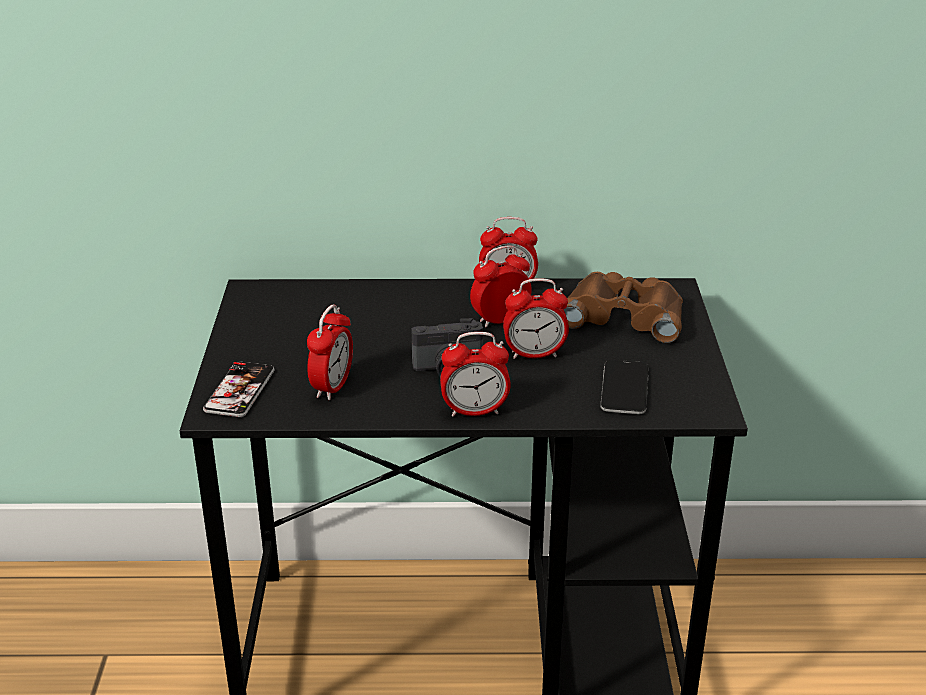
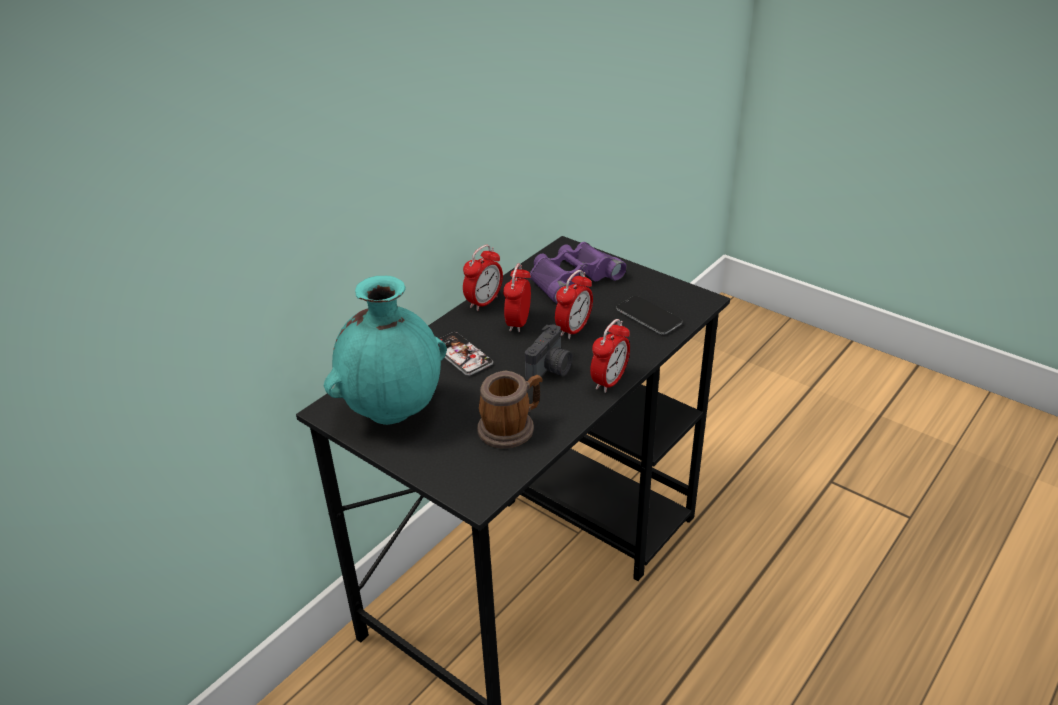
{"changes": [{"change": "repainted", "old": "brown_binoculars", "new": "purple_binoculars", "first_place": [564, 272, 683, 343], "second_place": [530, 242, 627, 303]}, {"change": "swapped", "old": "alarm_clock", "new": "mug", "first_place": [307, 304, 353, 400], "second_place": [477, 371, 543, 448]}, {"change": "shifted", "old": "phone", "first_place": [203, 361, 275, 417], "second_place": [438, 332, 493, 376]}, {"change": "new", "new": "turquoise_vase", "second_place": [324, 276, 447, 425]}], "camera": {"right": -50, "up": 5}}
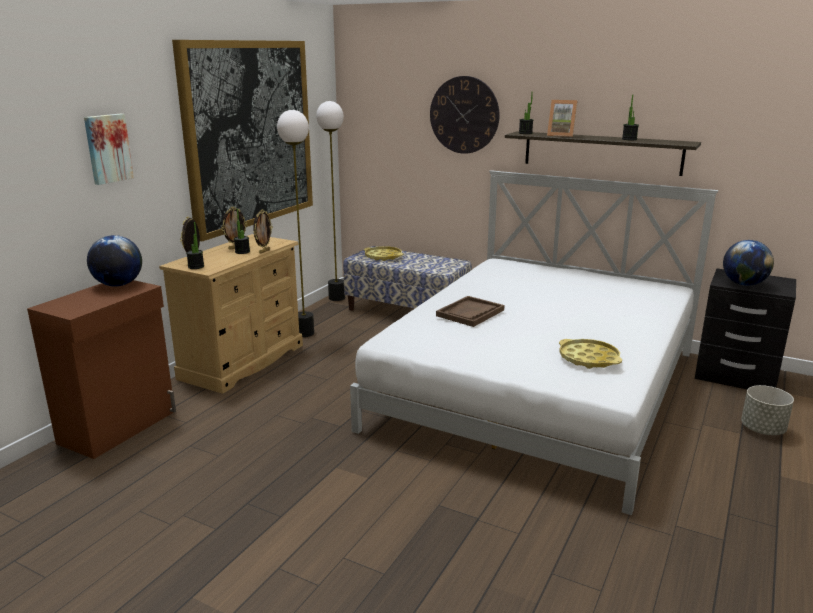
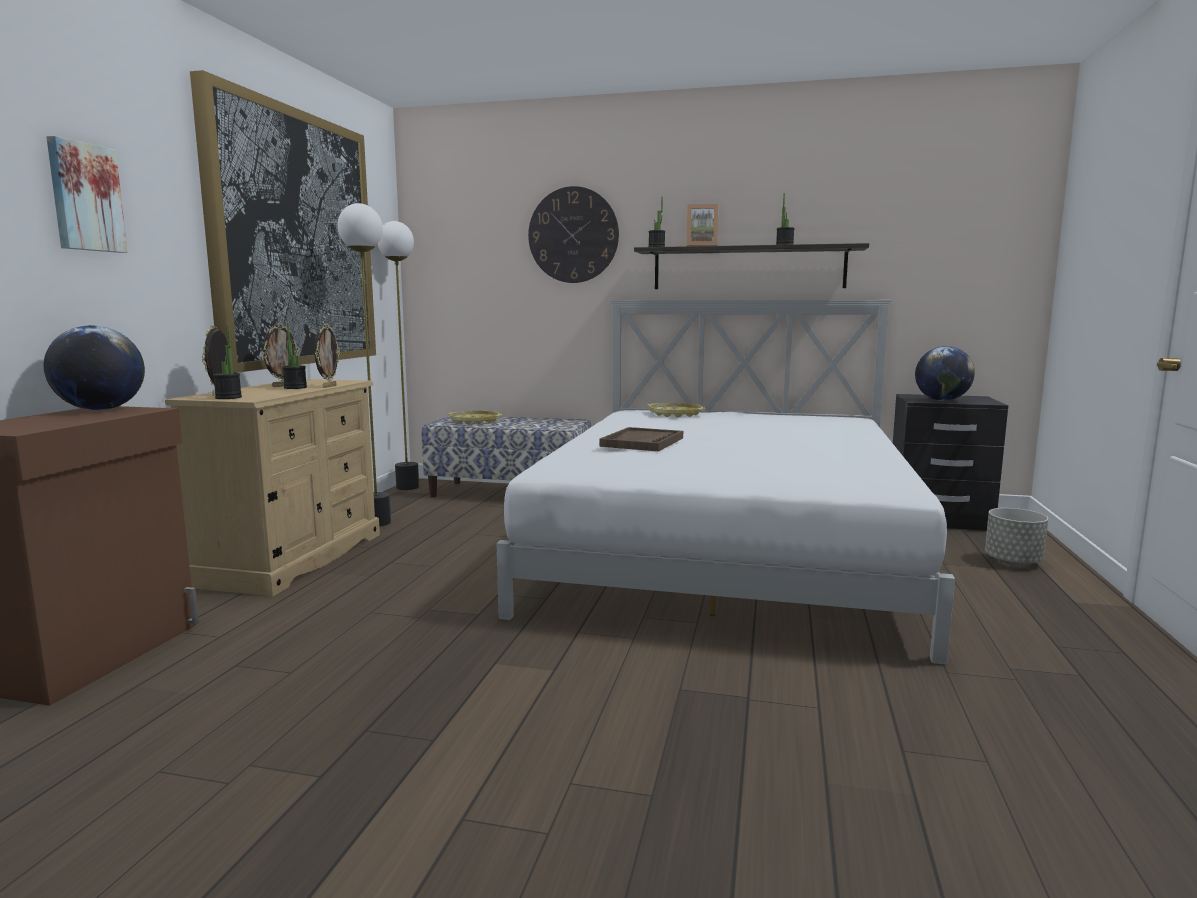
{"changes": [{"change": "shifted", "old": "yellow_tray", "first_place": [559, 339, 622, 369], "second_place": [647, 403, 706, 418]}], "camera": {"right": -15, "up": -10}}
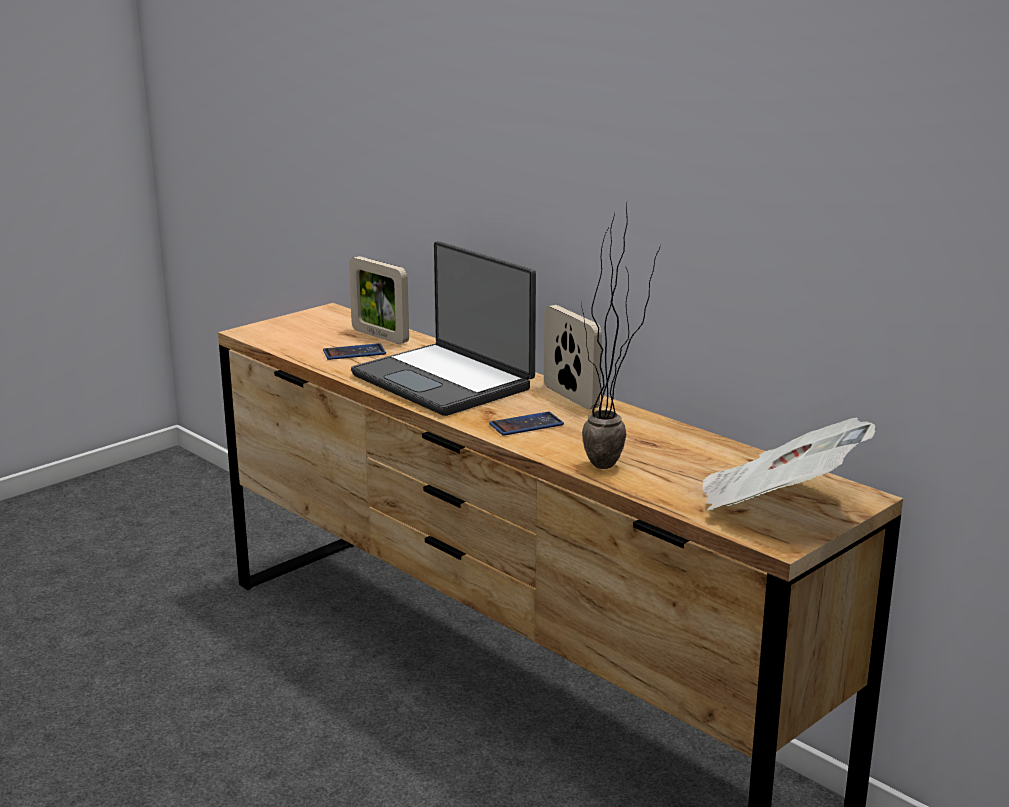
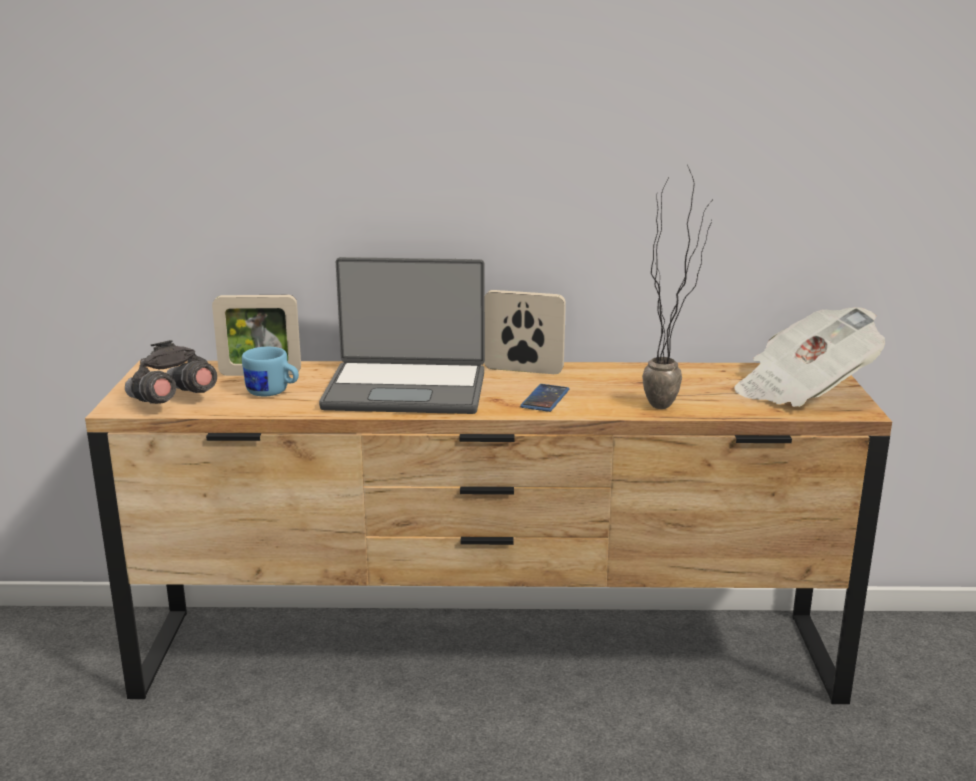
{"changes": [{"change": "swapped", "old": "phone", "new": "blue_mug", "first_place": [323, 343, 386, 360], "second_place": [242, 347, 299, 396]}, {"change": "new", "new": "grey_binoculars", "second_place": [125, 340, 217, 404]}], "camera": {"right": -45, "up": 0}}
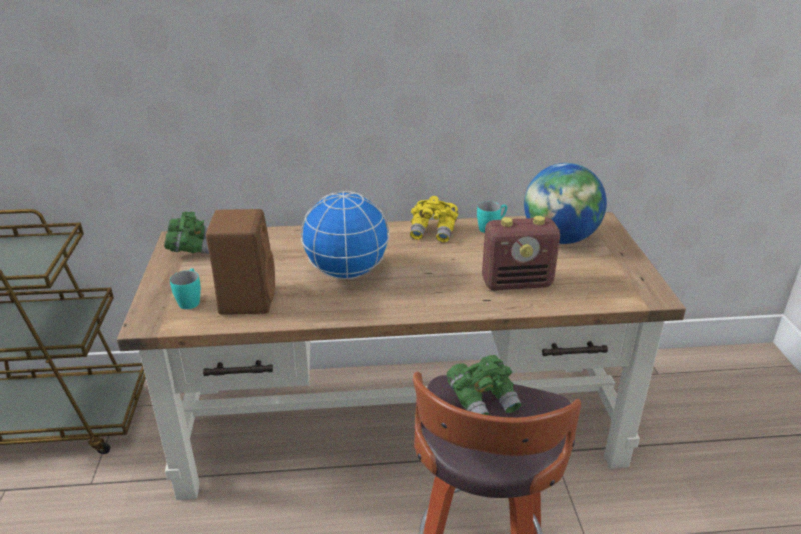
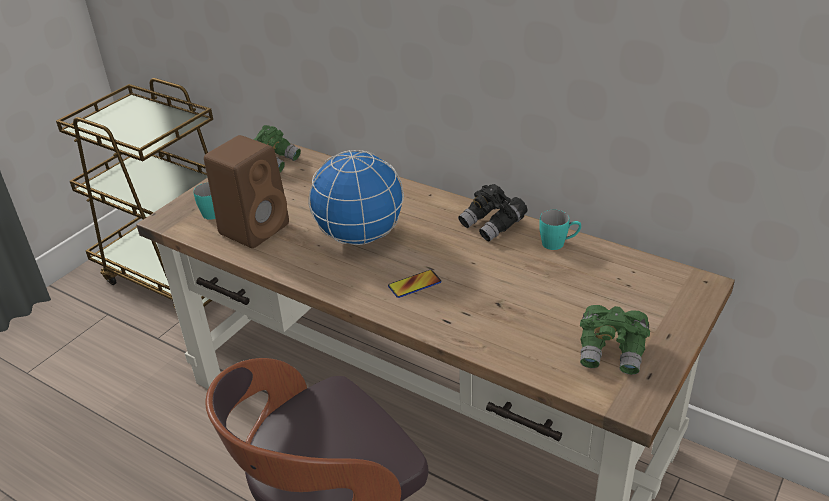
{"changes": [{"change": "gone", "old": "globe", "first_place": [524, 163, 607, 244]}, {"change": "repainted", "old": "yellow_binoculars", "new": "black_binoculars", "first_place": [410, 196, 458, 243], "second_place": [458, 184, 527, 241]}, {"change": "gone", "old": "radio", "first_place": [482, 216, 560, 290]}, {"change": "shifted", "old": "green_binoculars", "first_place": [447, 355, 522, 415], "second_place": [580, 305, 650, 375]}, {"change": "new", "new": "phone", "second_place": [388, 270, 442, 298]}], "camera": {"right": 40, "up": 5}}
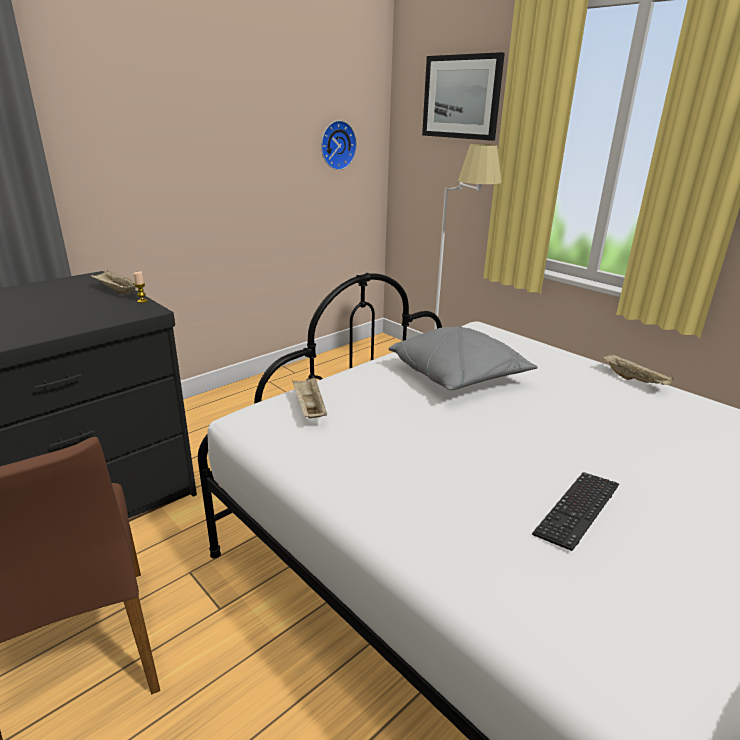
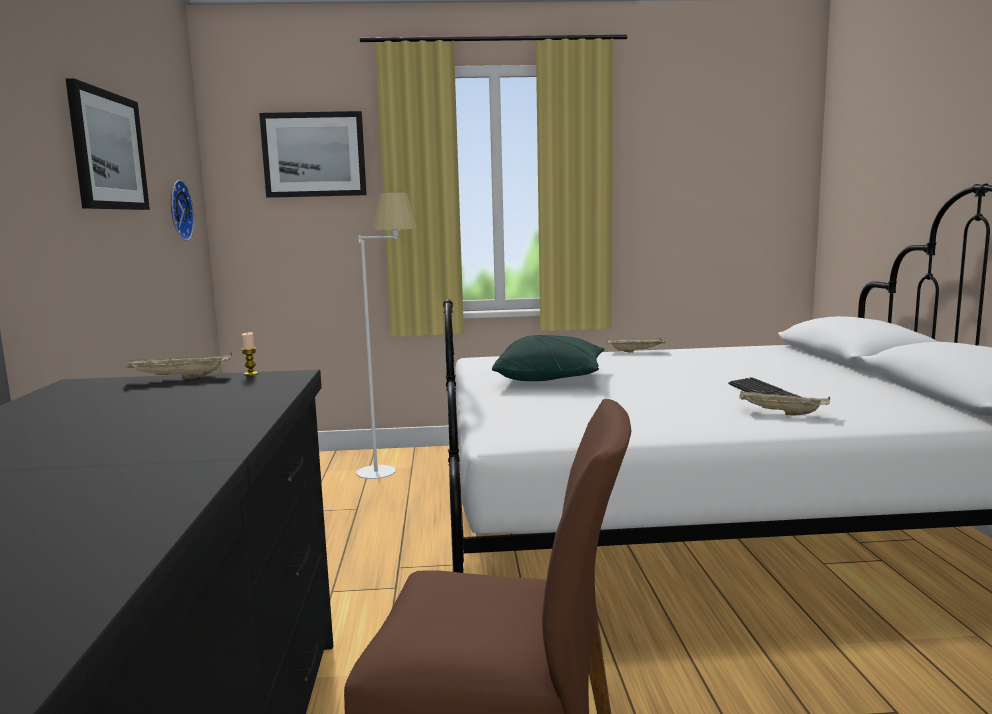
{"changes": [{"change": "repainted", "old": "grey_pillow", "new": "green_pillow", "first_place": [389, 327, 538, 390], "second_place": [492, 335, 605, 381]}, {"change": "shifted", "old": "beige_tray", "first_place": [292, 377, 327, 418], "second_place": [739, 391, 830, 416]}, {"change": "new", "new": "picture", "second_place": [66, 78, 150, 210]}], "camera": {"right": -50, "up": -15}}
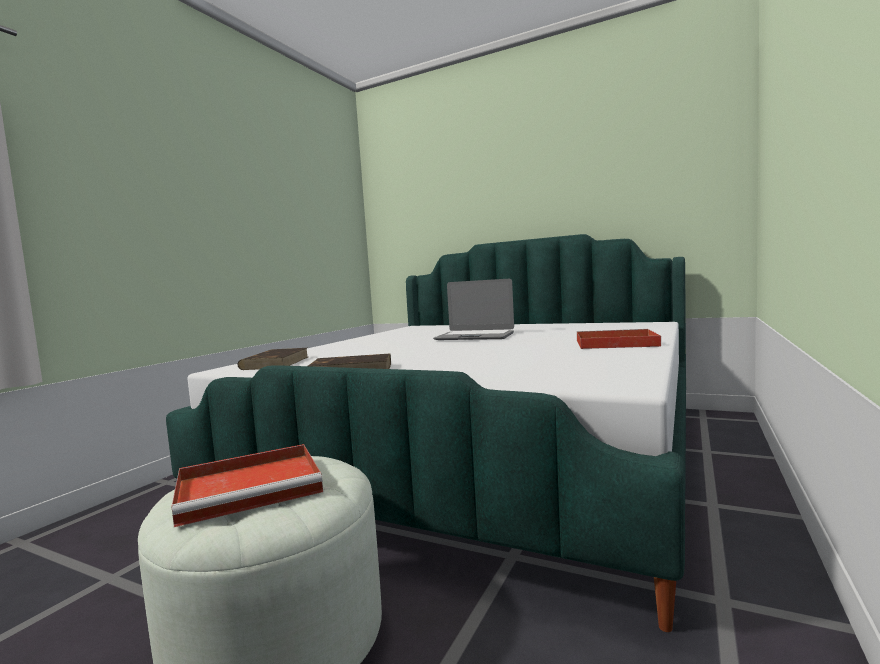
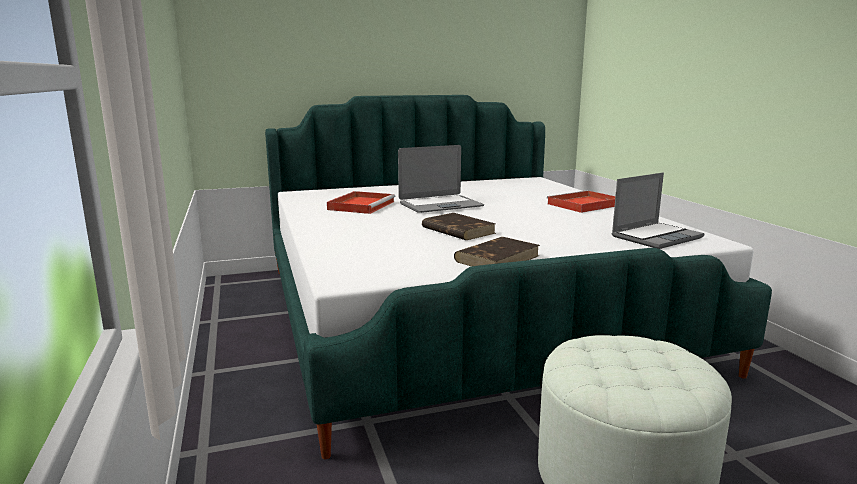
{"changes": [{"change": "shifted", "old": "brown_book", "first_place": [237, 348, 308, 370], "second_place": [422, 213, 496, 240]}, {"change": "shifted", "old": "red_tray", "first_place": [171, 444, 323, 527], "second_place": [327, 191, 396, 214]}, {"change": "new", "new": "laptop", "second_place": [612, 172, 704, 249]}], "camera": {"right": -45, "up": 10}}
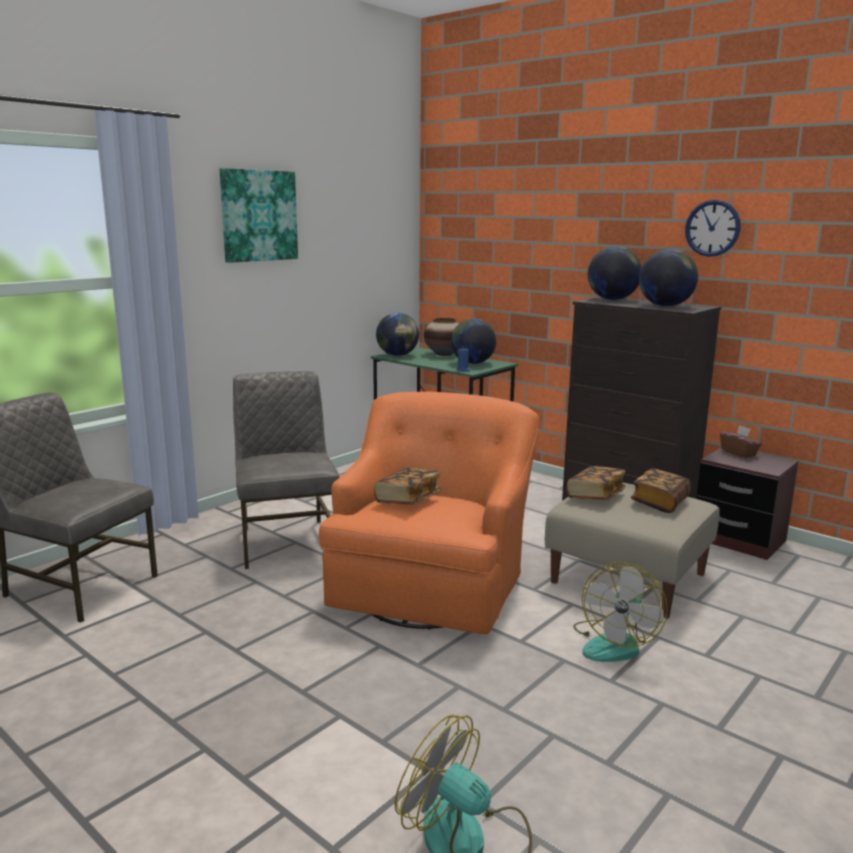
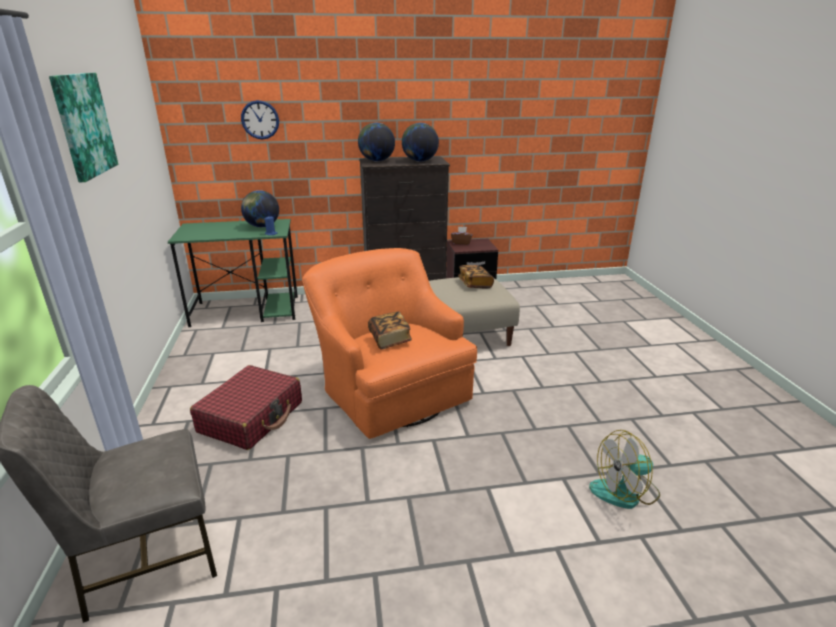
{"changes": [{"change": "shifted", "old": "wall_clock", "first_place": [685, 200, 740, 257], "second_place": [241, 100, 279, 139]}, {"change": "gone", "old": "globe", "first_place": [376, 313, 419, 356]}, {"change": "gone", "old": "vase", "first_place": [424, 318, 459, 356]}, {"change": "swapped", "old": "grey_chair", "new": "red_suitcase", "first_place": [233, 371, 339, 569], "second_place": [190, 365, 302, 450]}, {"change": "gone", "old": "book", "first_place": [566, 466, 626, 500]}, {"change": "gone", "old": "fan", "first_place": [573, 563, 668, 662]}], "camera": {"right": -50, "up": 10}}
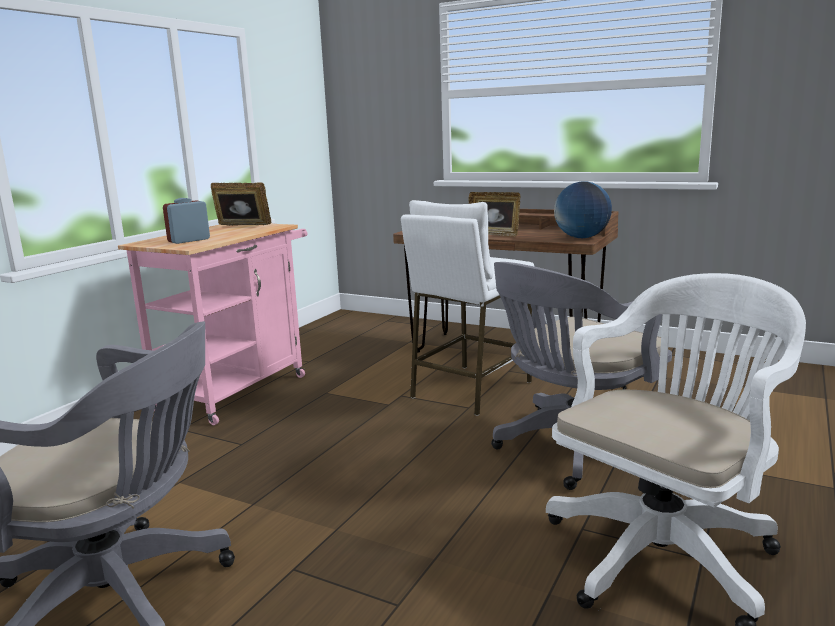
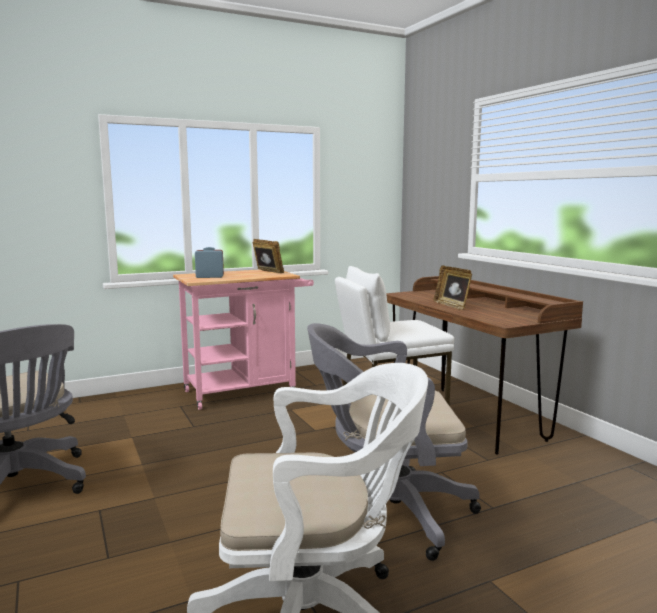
{"changes": [{"change": "gone", "old": "globe", "first_place": [554, 181, 612, 238]}], "camera": {"right": 35, "up": -5}}
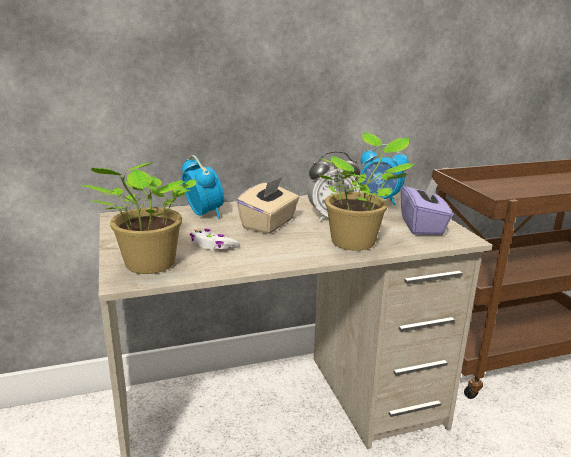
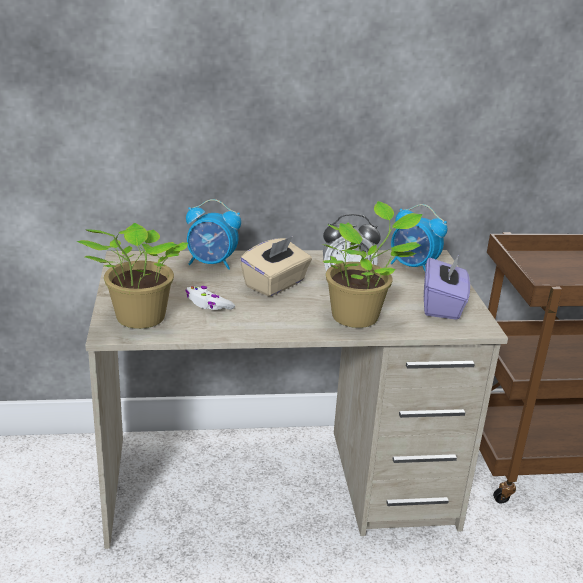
{"changes": [{"change": "rotated", "old": "alarm_clock", "first_place": [182, 155, 224, 219], "second_place": [186, 199, 241, 270], "degrees": 120}], "camera": {"right": 10, "up": 5}}
